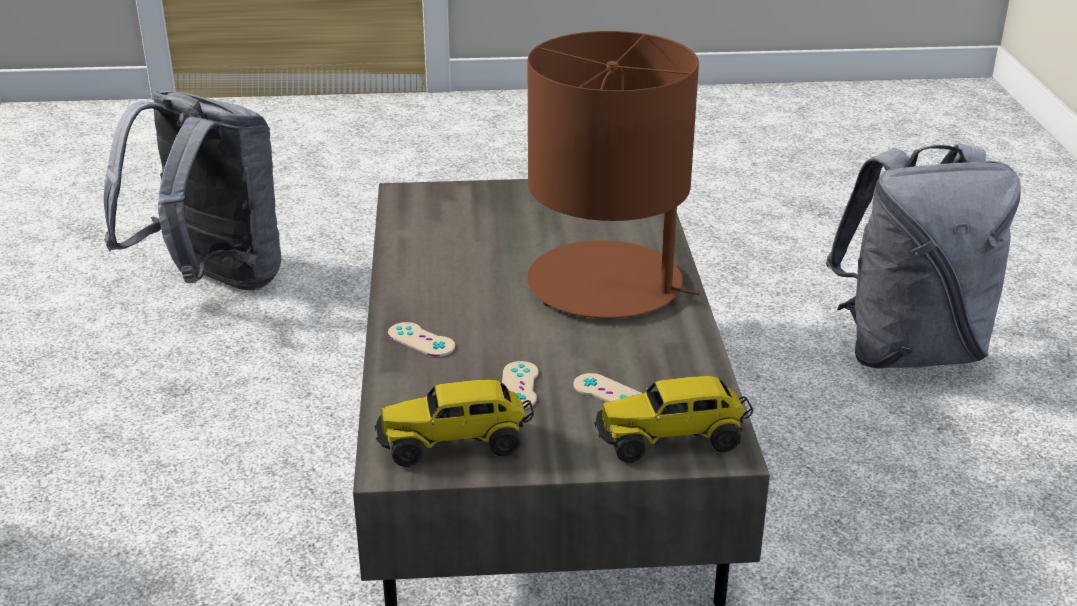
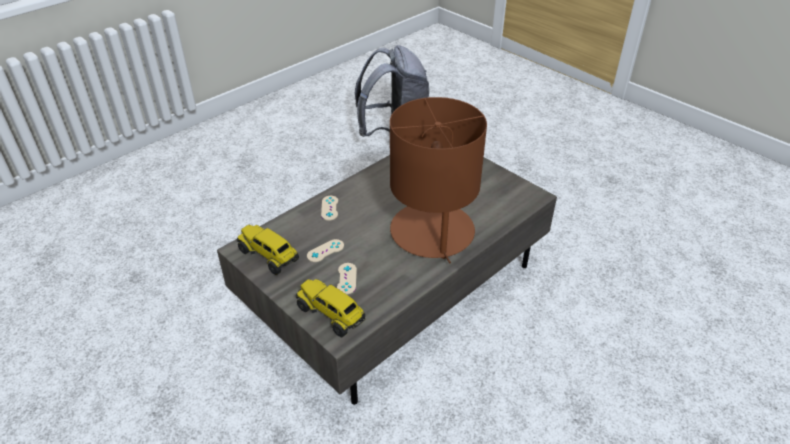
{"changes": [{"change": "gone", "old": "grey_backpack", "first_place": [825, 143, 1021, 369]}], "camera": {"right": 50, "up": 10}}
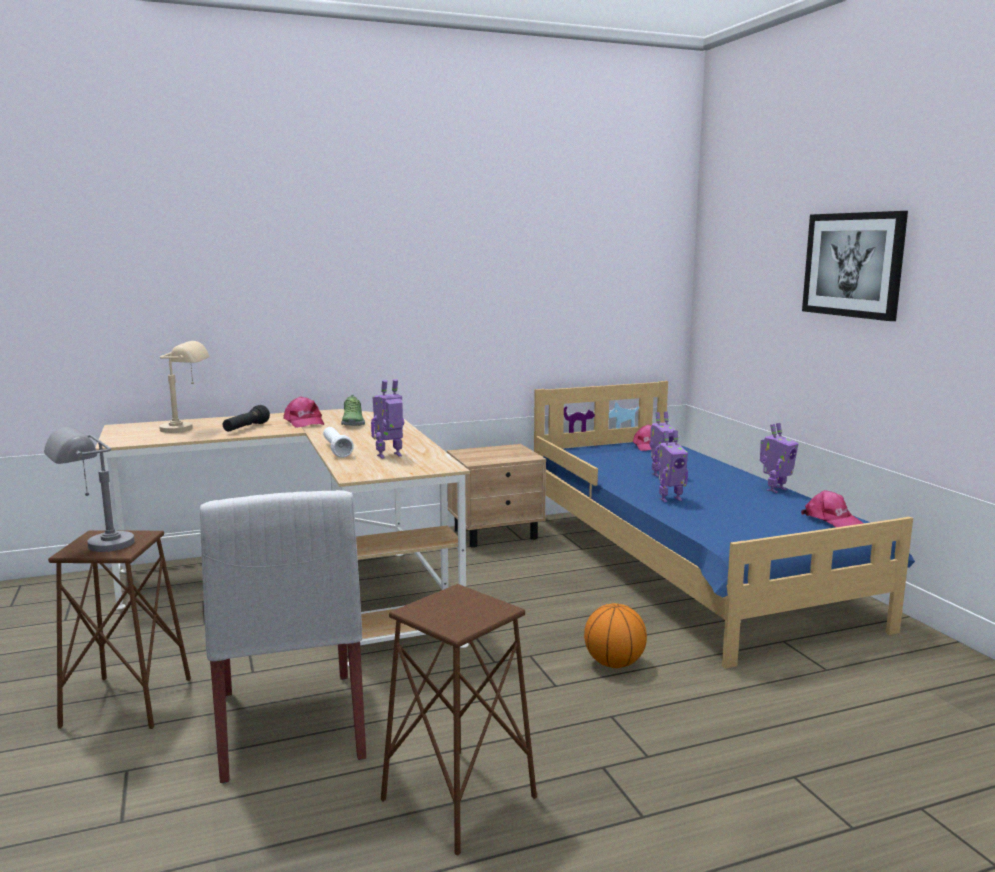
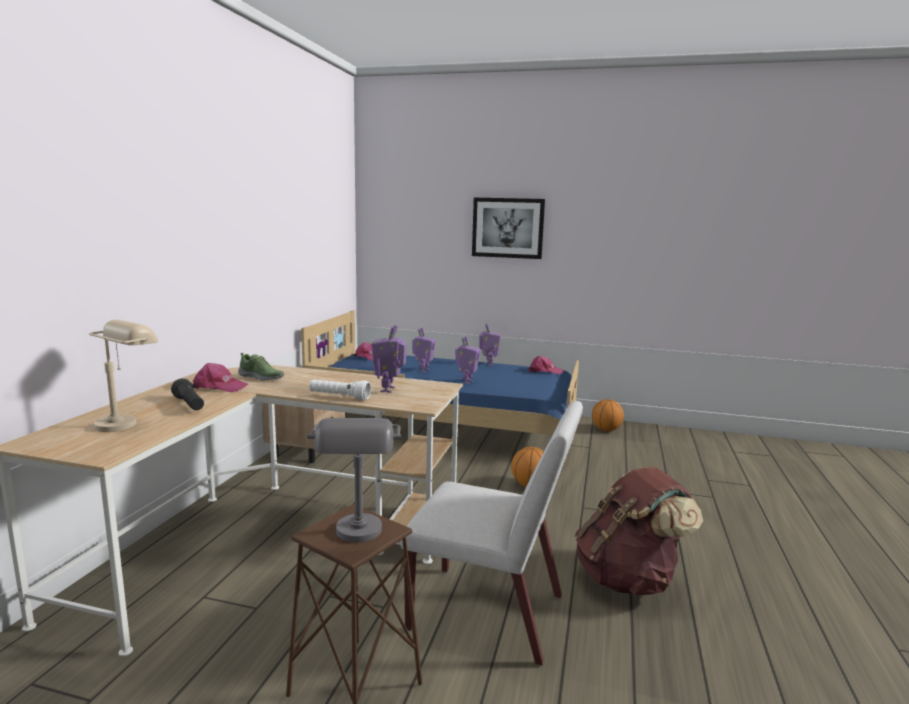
{"changes": [{"change": "swapped", "old": "brown_stool", "new": "brown_backpack", "first_place": [381, 584, 537, 856], "second_place": [575, 467, 703, 595]}, {"change": "new", "new": "basketball", "second_place": [592, 399, 624, 431]}], "camera": {"right": -55, "up": 0}}
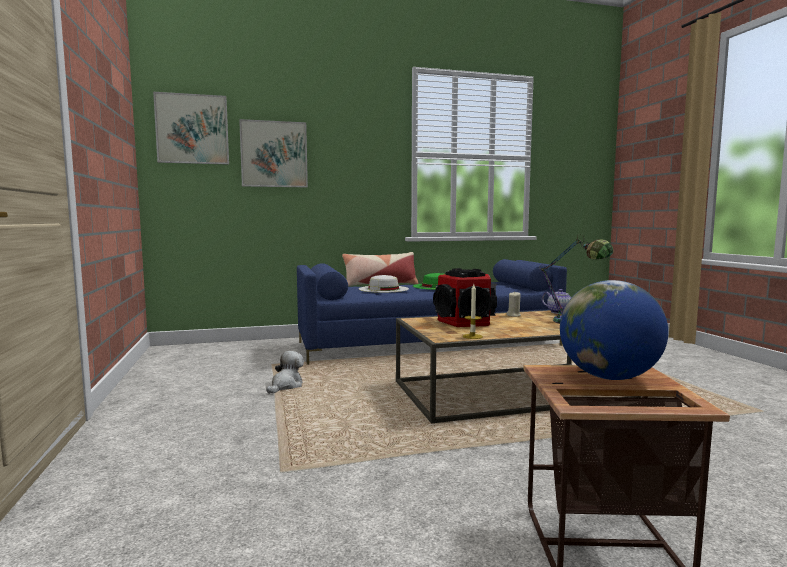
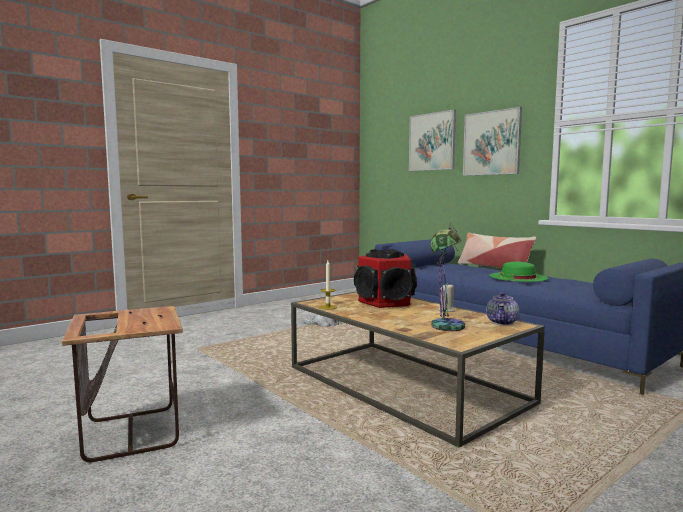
{"changes": [{"change": "shifted", "old": "picture", "first_place": [153, 92, 229, 165], "second_place": [463, 107, 522, 176]}, {"change": "gone", "old": "white_hat", "first_place": [359, 275, 409, 293]}, {"change": "gone", "old": "globe", "first_place": [560, 280, 668, 380]}], "camera": {"right": 65, "up": 0}}
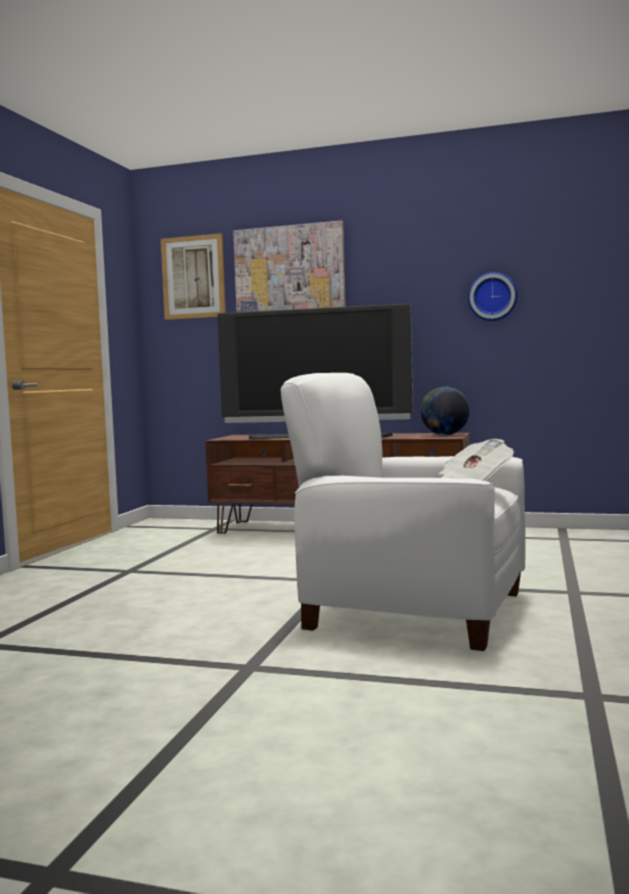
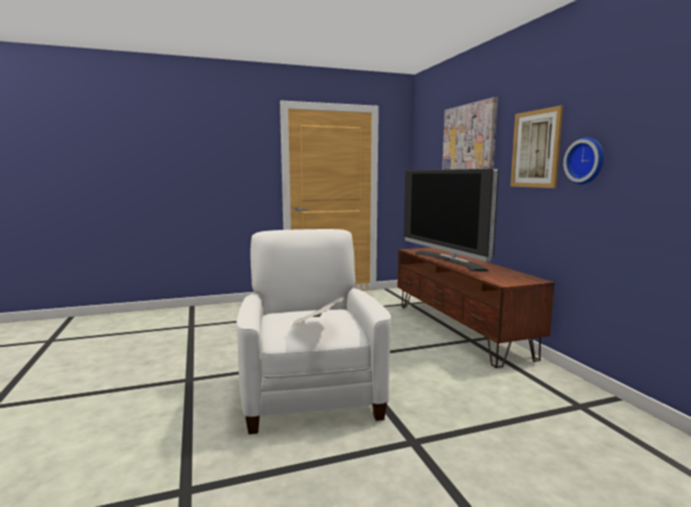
{"changes": [{"change": "shifted", "old": "picture", "first_place": [161, 233, 226, 320], "second_place": [510, 105, 563, 188]}, {"change": "gone", "old": "globe", "first_place": [421, 386, 470, 436]}], "camera": {"right": 55, "up": 5}}
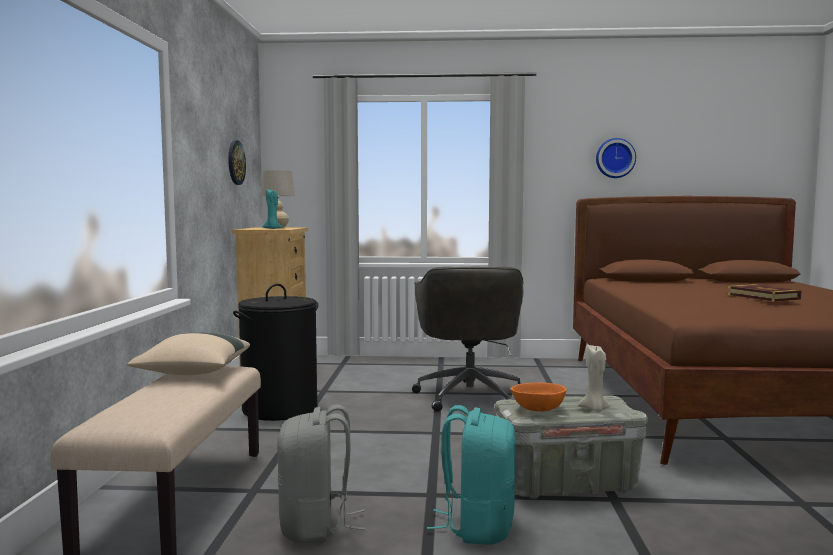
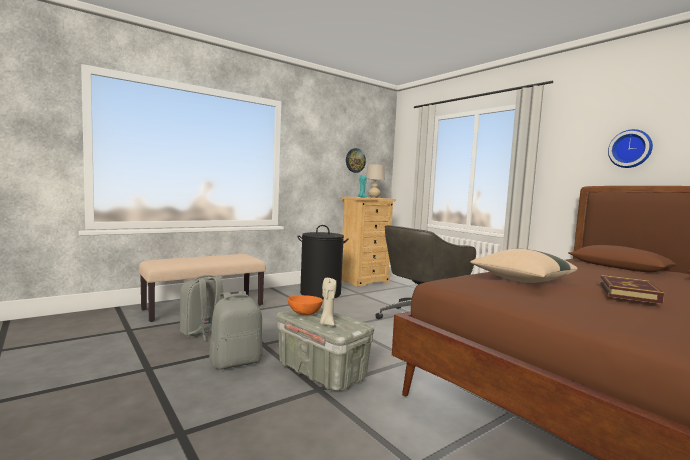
{"changes": [{"change": "shifted", "old": "beige_pillow", "first_place": [127, 332, 250, 375], "second_place": [470, 248, 578, 283]}, {"change": "repainted", "old": "turquoise_backpack", "new": "grey_backpack", "first_place": [427, 405, 516, 545], "second_place": [209, 291, 262, 369]}], "camera": {"right": 50, "up": 0}}
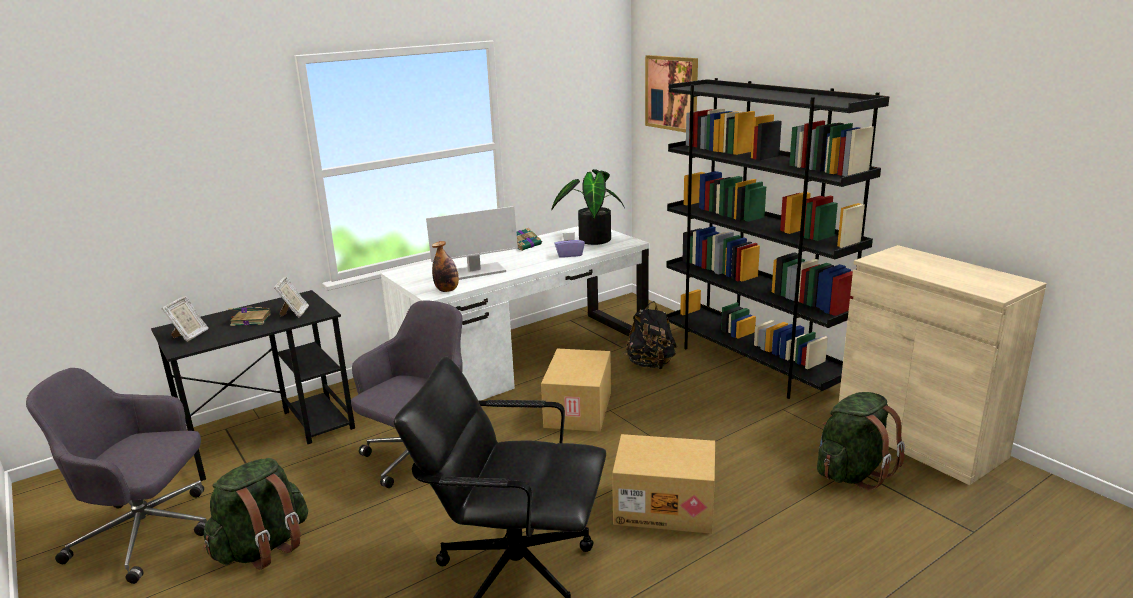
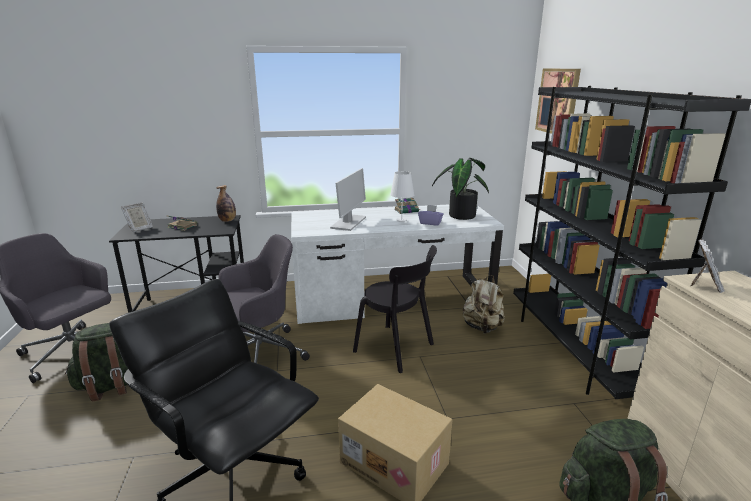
{"changes": [{"change": "rotated", "old": "monitor", "first_place": [426, 206, 518, 280], "second_place": [330, 168, 366, 231], "degrees": -75}, {"change": "shifted", "old": "bottle", "first_place": [432, 241, 459, 292], "second_place": [216, 185, 236, 222]}, {"change": "shifted", "old": "picture_frame", "first_place": [274, 277, 309, 318], "second_place": [690, 239, 724, 293]}, {"change": "repainted", "old": "black_backpack", "new": "beige_backpack", "first_place": [624, 301, 677, 370], "second_place": [463, 275, 505, 333]}, {"change": "swapped", "old": "cardboard_box", "new": "black_chair", "first_place": [541, 349, 611, 432], "second_place": [353, 245, 437, 373]}, {"change": "new", "new": "white_table_lamp", "second_place": [390, 171, 414, 222]}], "camera": {"right": 25, "up": 0}}
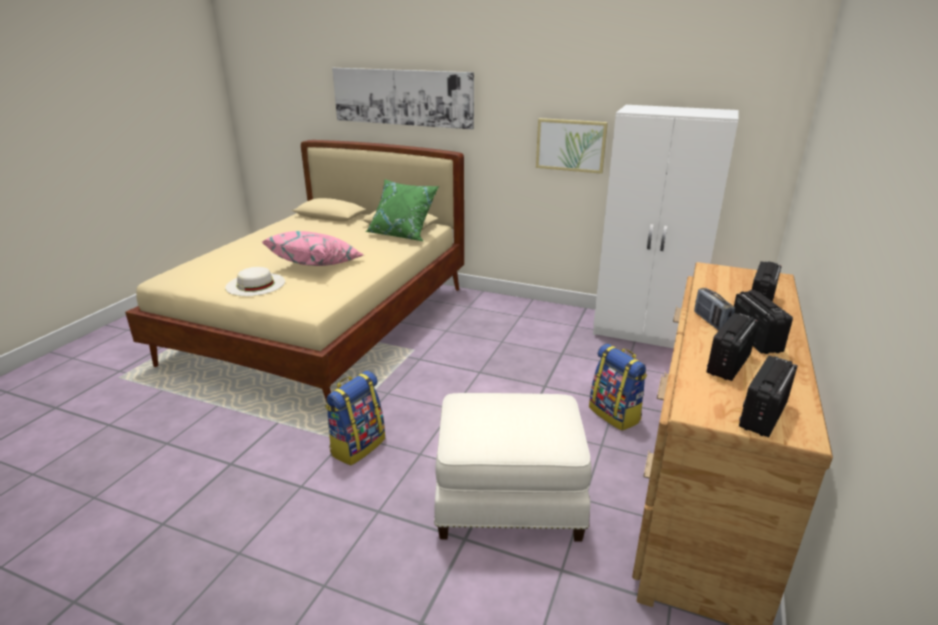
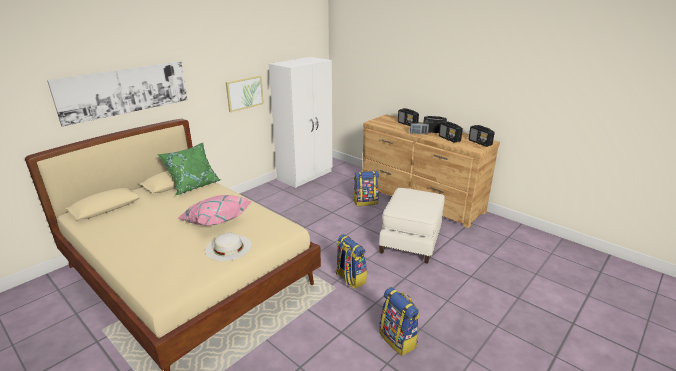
{"changes": [{"change": "new", "new": "backpack", "second_place": [379, 287, 420, 356]}], "camera": {"right": -70, "up": 0}}
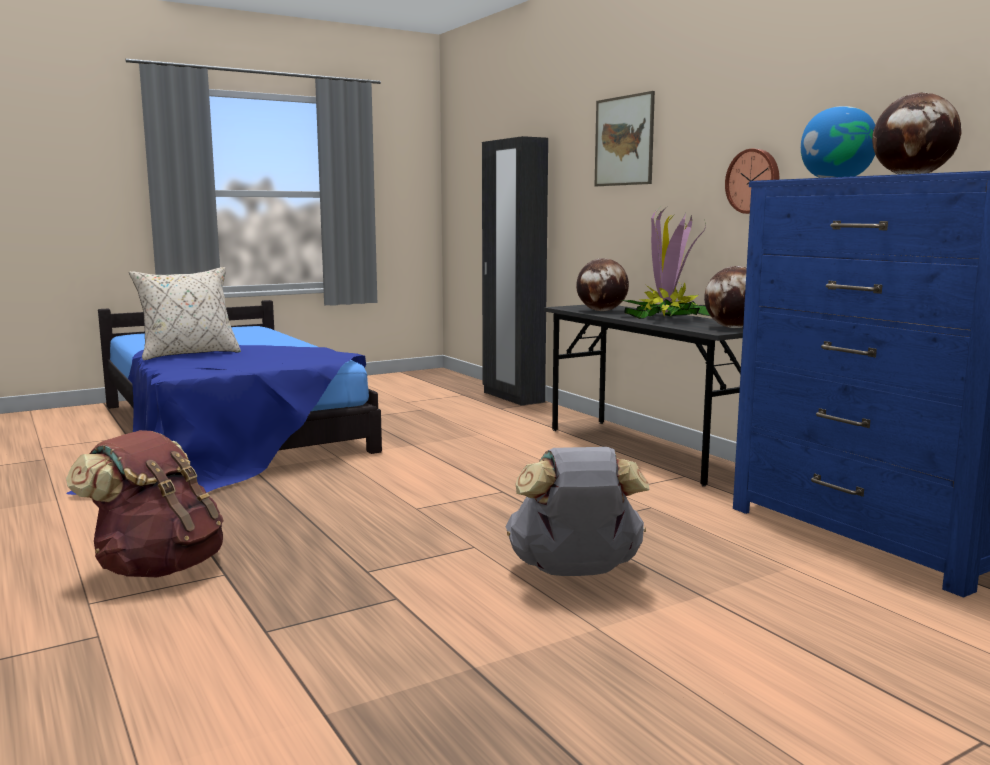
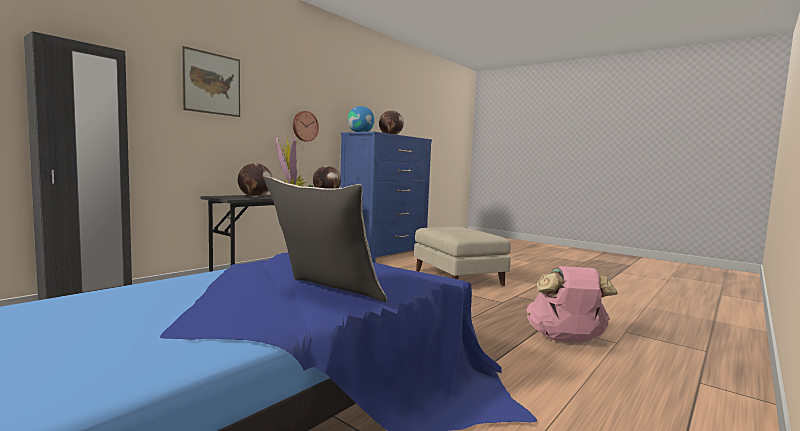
{"changes": [{"change": "repainted", "old": "brown_backpack", "new": "pink_backpack", "first_place": [66, 430, 224, 577], "second_place": [527, 266, 618, 342]}, {"change": "swapped", "old": "grey_backpack", "new": "beige_ottoman", "first_place": [506, 447, 650, 576], "second_place": [414, 227, 511, 286]}], "camera": {"right": -110, "up": -5}}
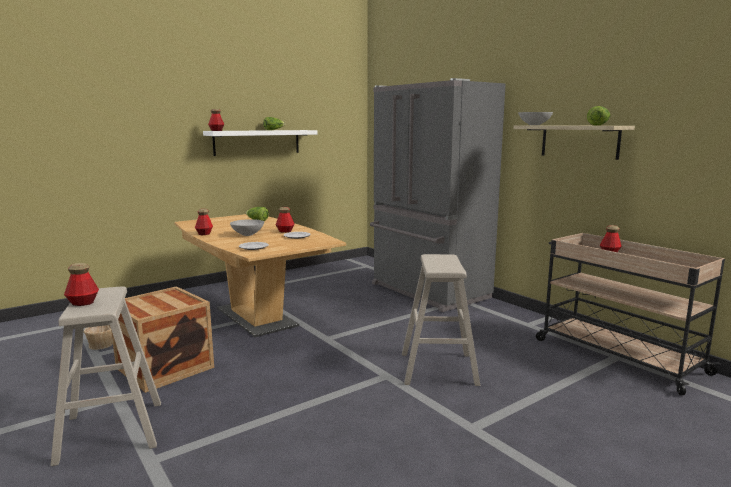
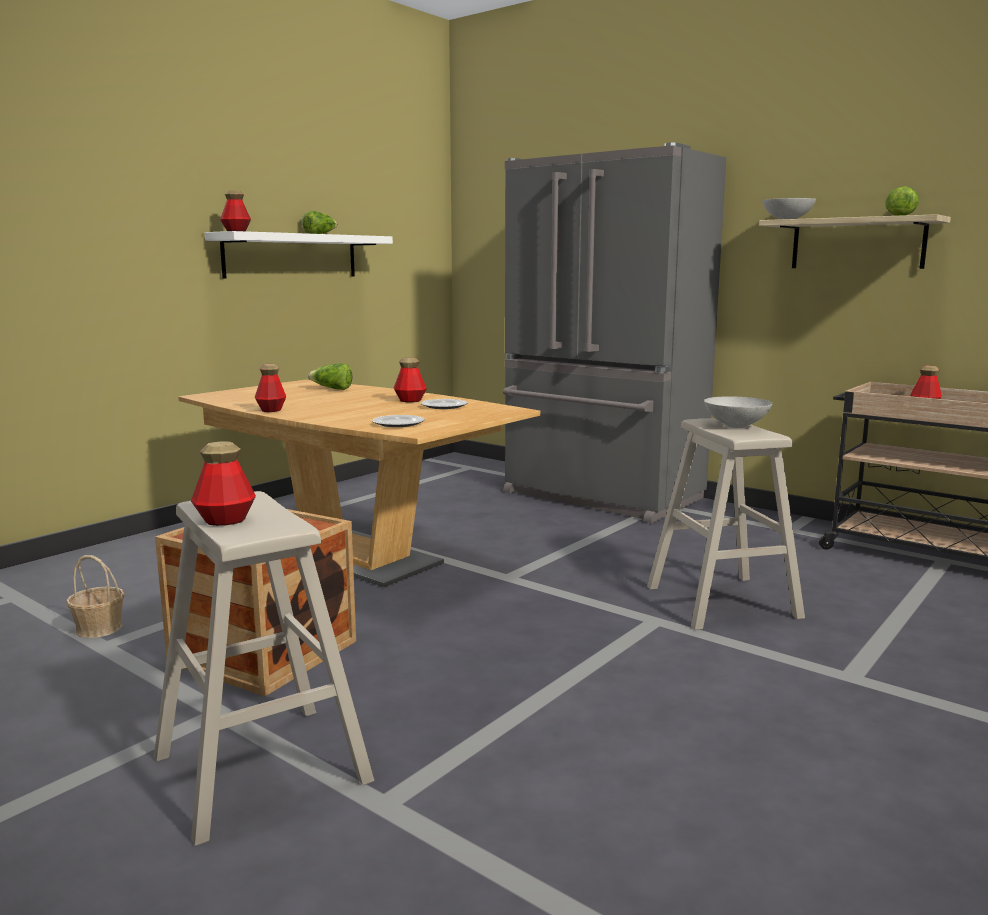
{"changes": [{"change": "shifted", "old": "grey_bowl", "first_place": [230, 219, 264, 236], "second_place": [704, 396, 773, 428]}], "camera": {"right": -15, "up": 0}}
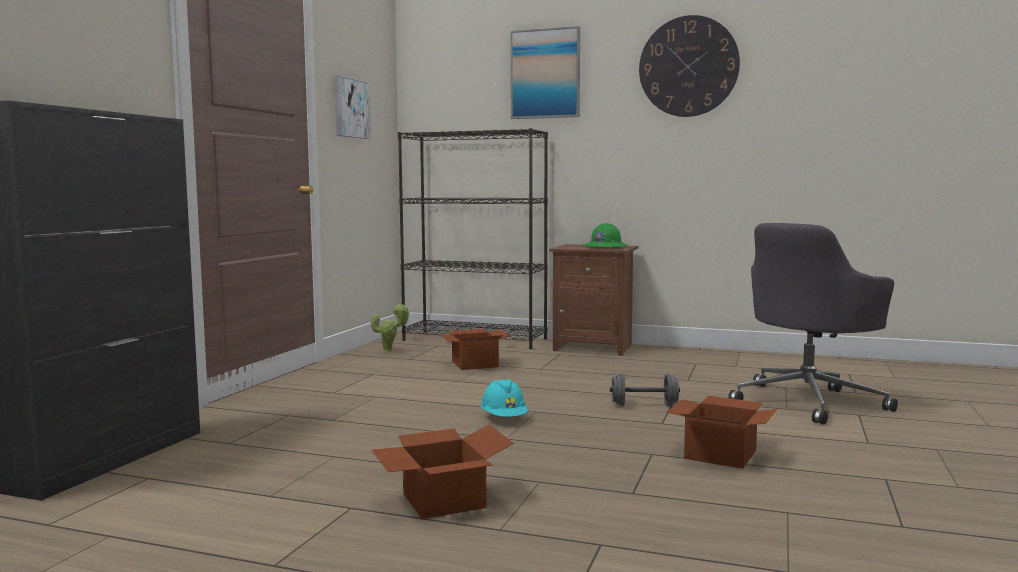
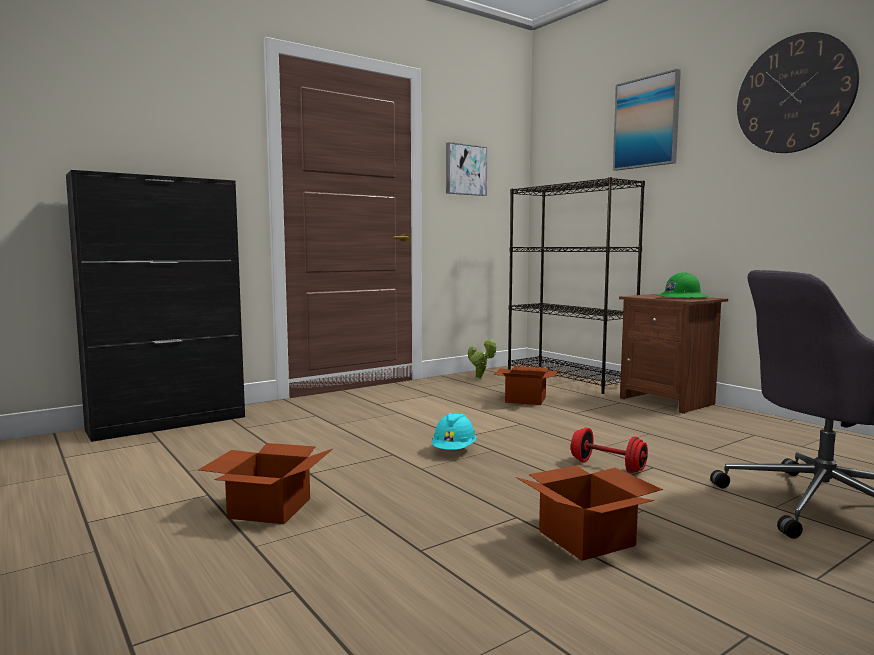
{"changes": [{"change": "repainted", "old": "grey_dumbbell", "new": "red_dumbbell", "first_place": [610, 373, 680, 406], "second_place": [571, 428, 648, 473]}], "camera": {"right": 35, "up": 0}}
